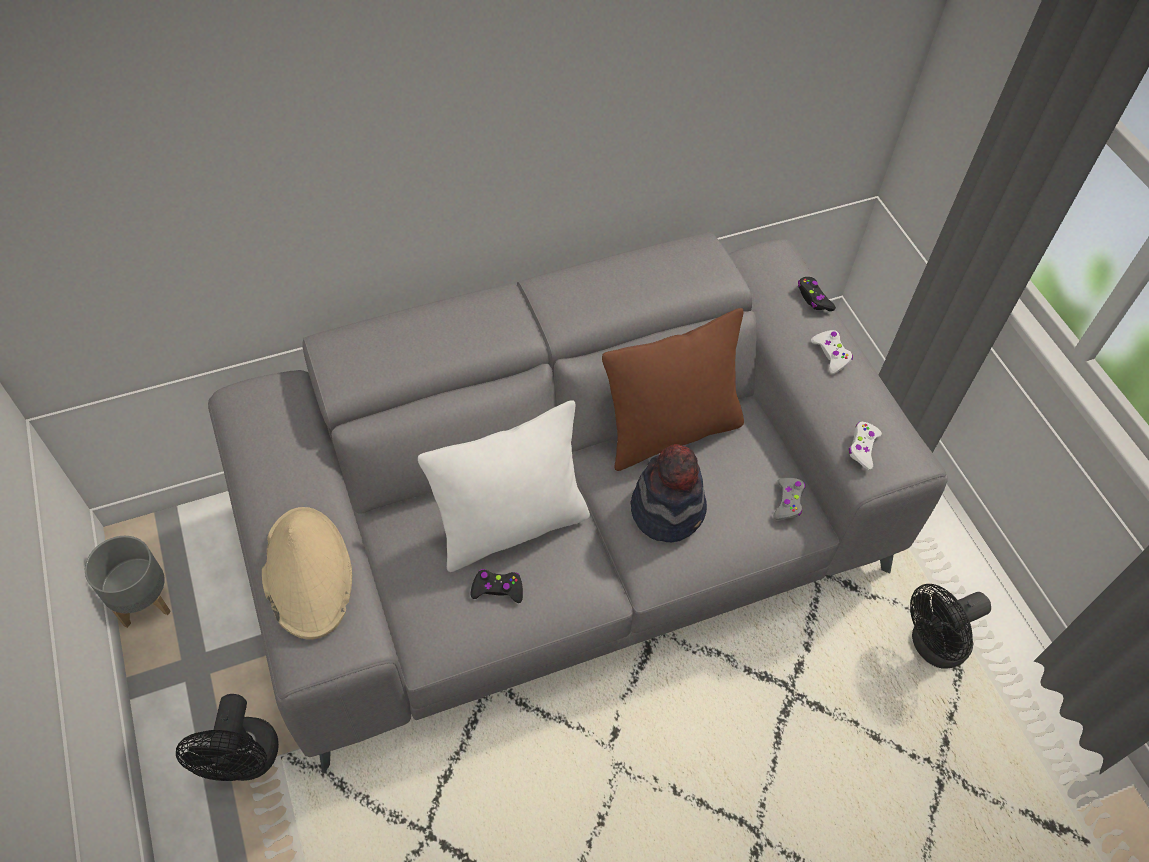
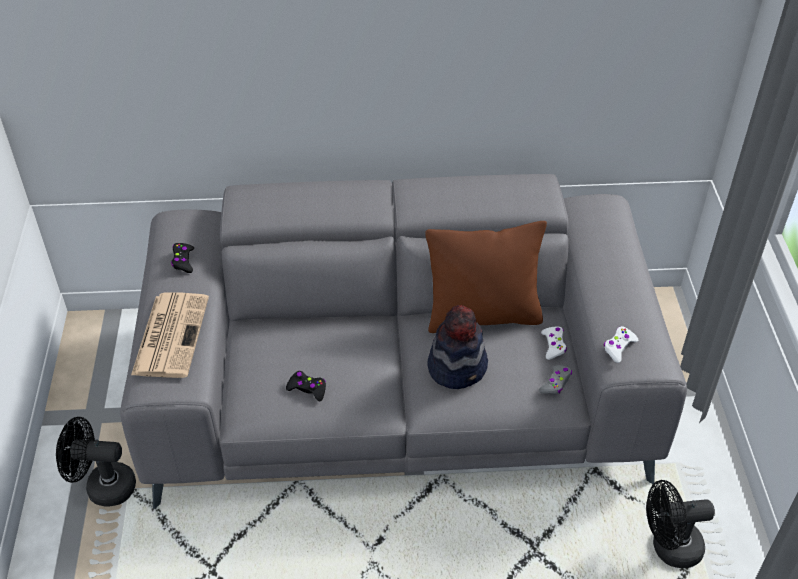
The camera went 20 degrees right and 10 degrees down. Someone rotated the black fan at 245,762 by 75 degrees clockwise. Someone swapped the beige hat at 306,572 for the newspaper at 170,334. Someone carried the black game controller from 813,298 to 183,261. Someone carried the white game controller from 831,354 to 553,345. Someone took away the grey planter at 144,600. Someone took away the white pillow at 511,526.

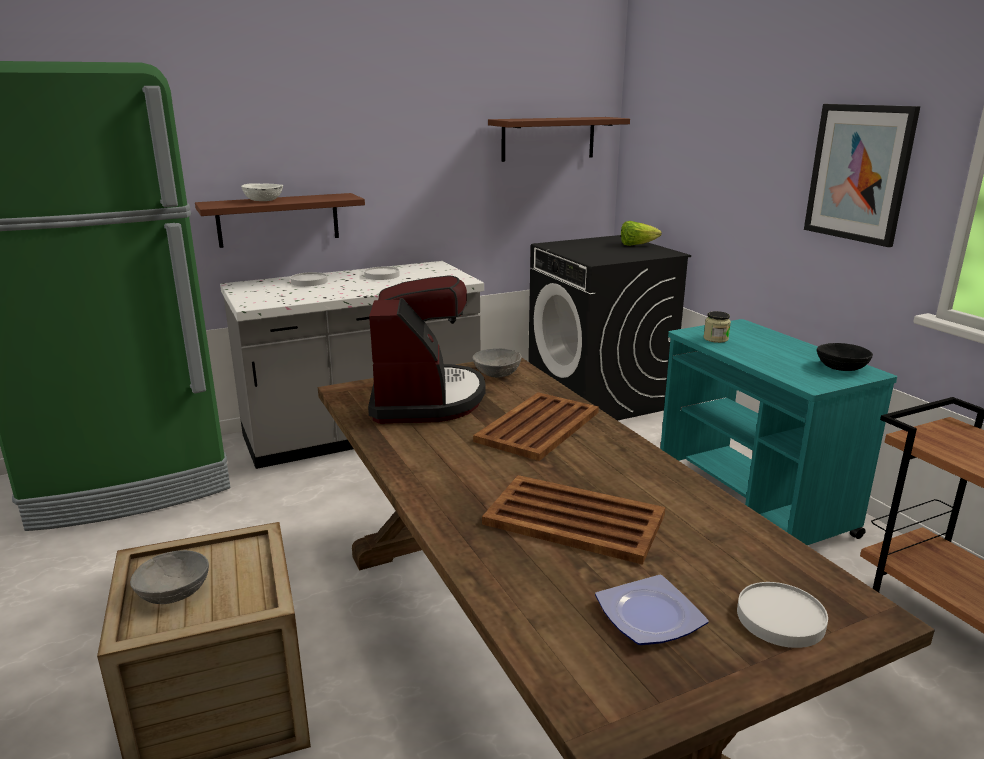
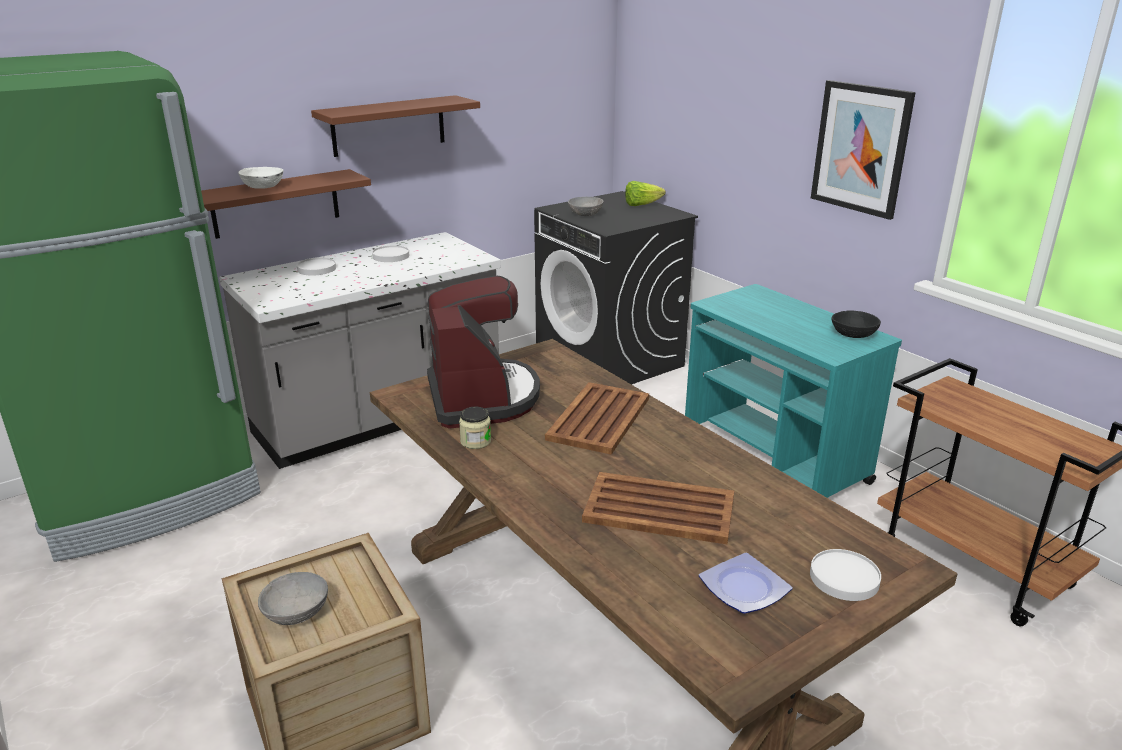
The camera went 10 degrees left and 5 degrees up. Someone carried the brown shelf from 548,138 to 388,126. Someone carried the jar from 715,339 to 475,441. Someone carried the grey bowl from 497,373 to 585,214.

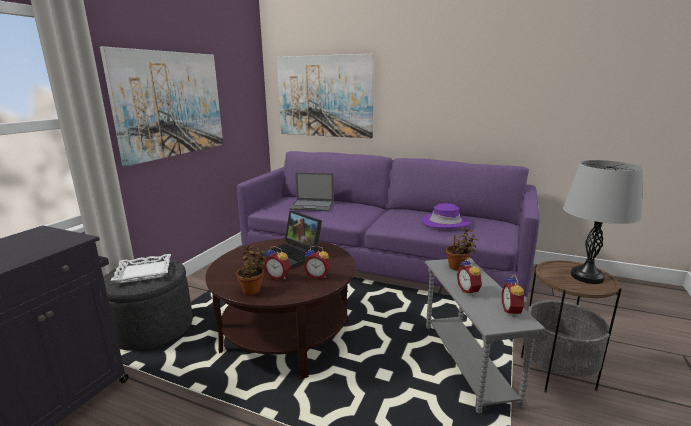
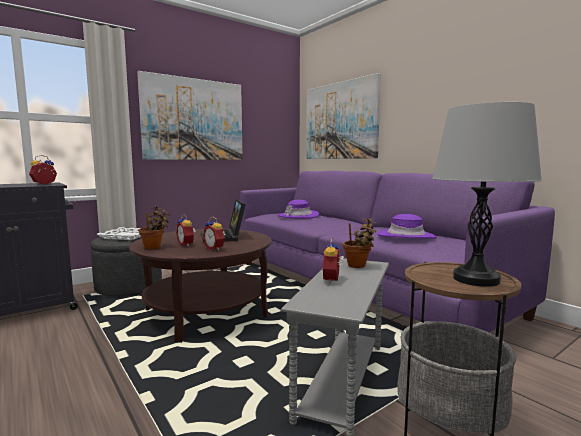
The camera went 30 degrees right and 10 degrees down. Someone carried the alarm clock from 512,311 to 45,184. Someone swapped the laptop at 312,205 for the purple hat at 298,216.

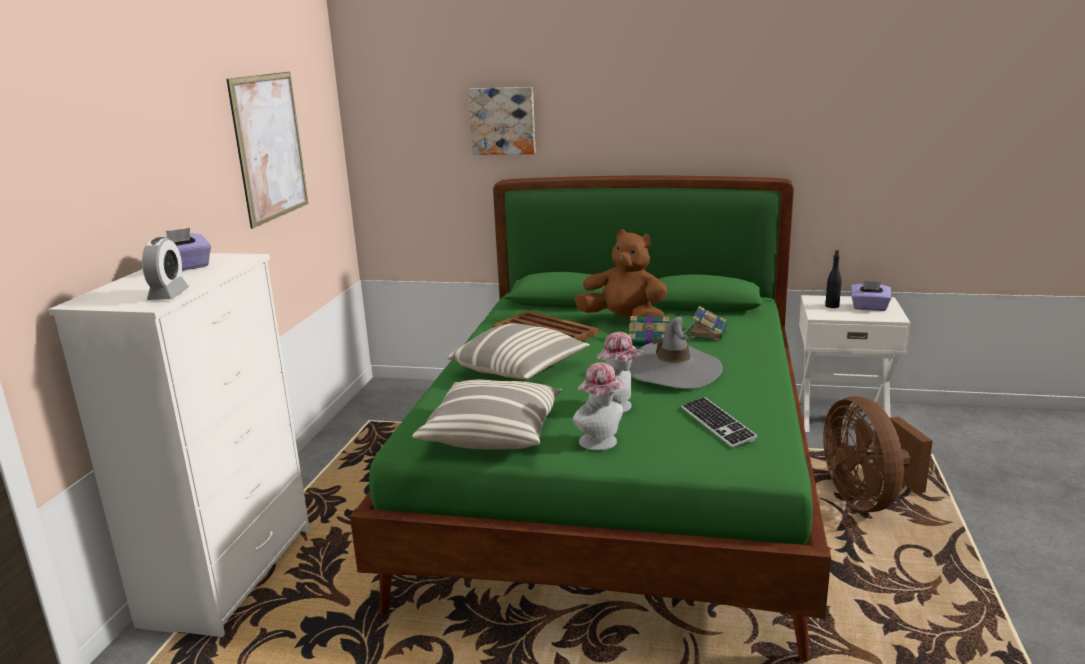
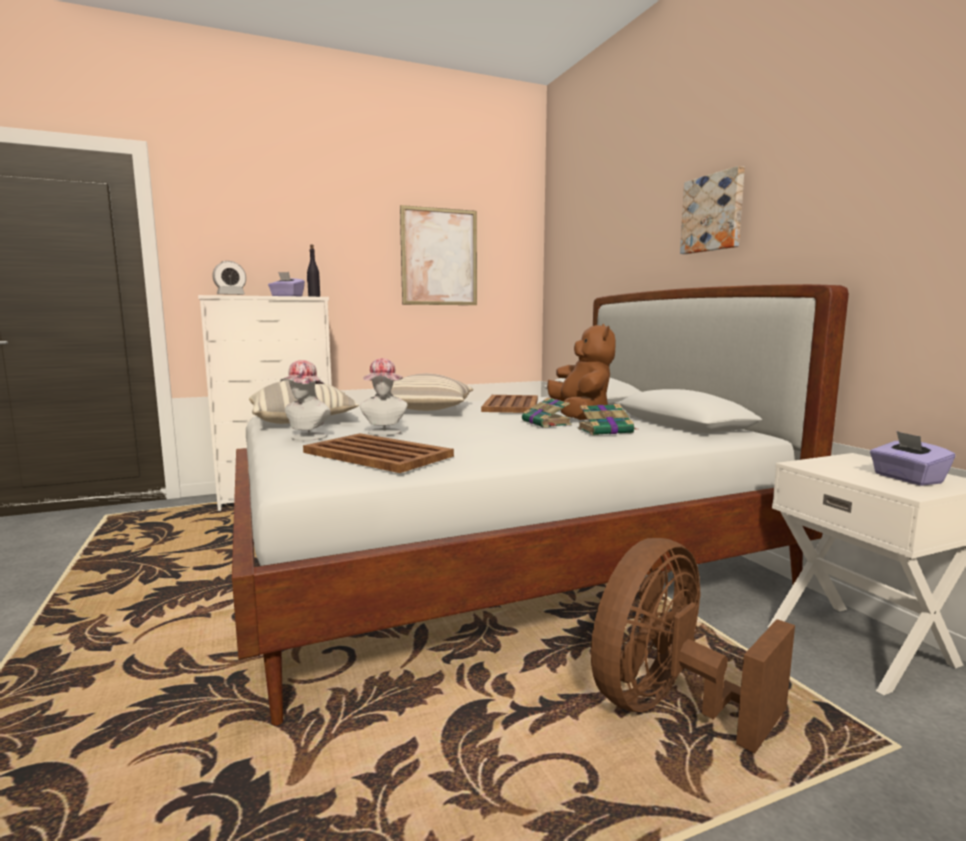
The camera went 55 degrees right and 10 degrees down. Someone repainted the green bed at 618,488, which became the white bed at 498,563. Someone swapped the keyboard at 717,424 for the brown tray at 378,454. Someone carried the black bottle from 832,306 to 314,296. Someone carried the picture from 503,120 to 713,213. Someone took away the grey hat at 675,371.

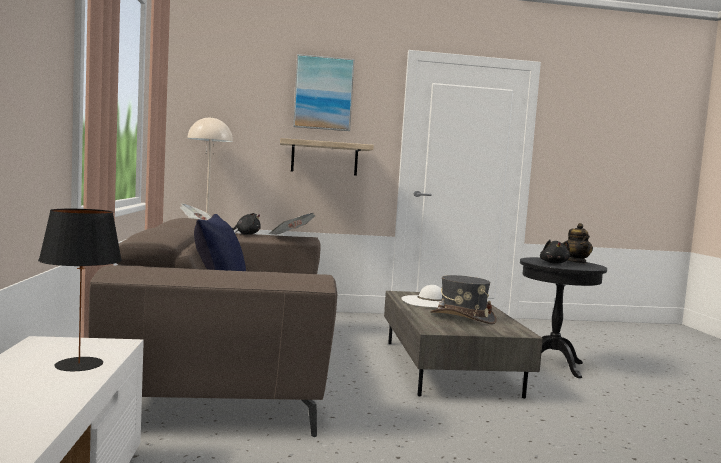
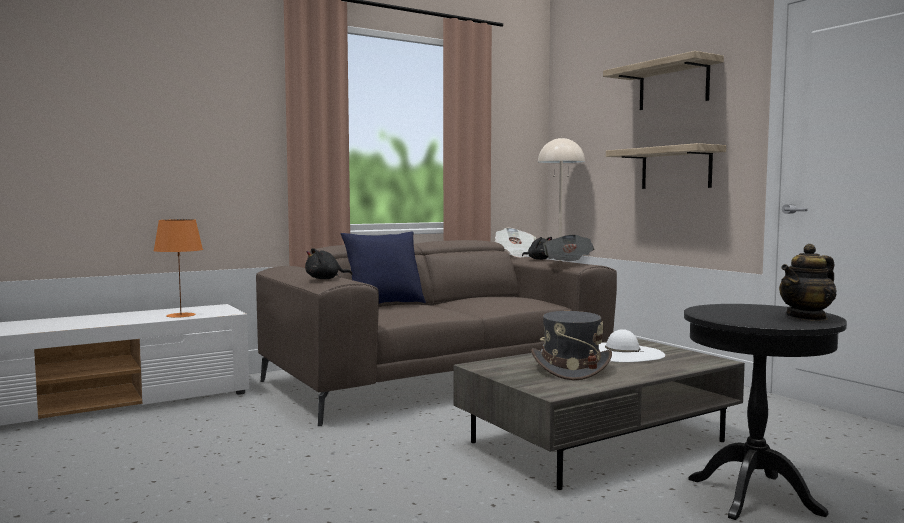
The camera went 65 degrees right and 0 degrees up. Someone repainted the black table lamp at 79,364, which became the orange table lamp at 181,315. Someone carried the black plush toy from 553,263 to 325,279. Someone swapped the picture at 323,93 for the shelf at 673,85.

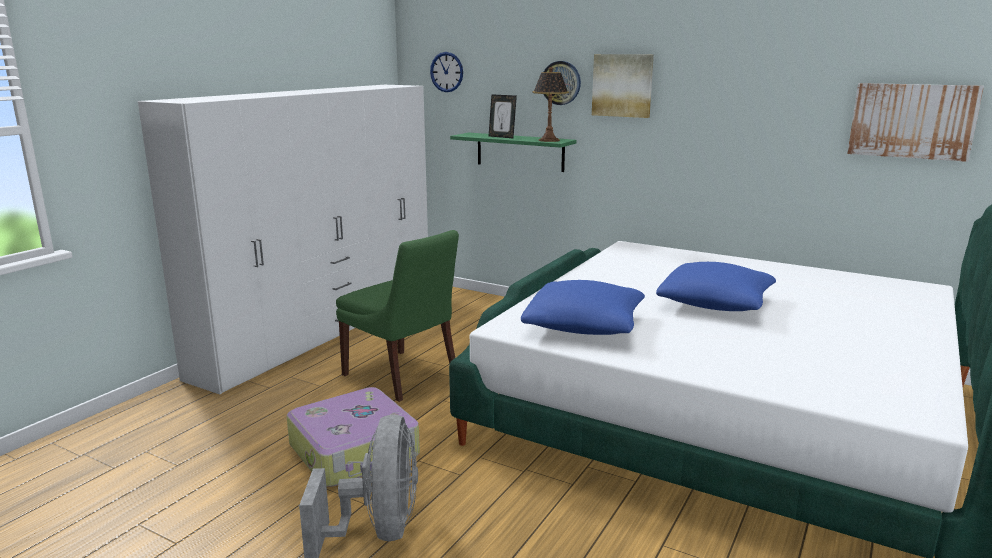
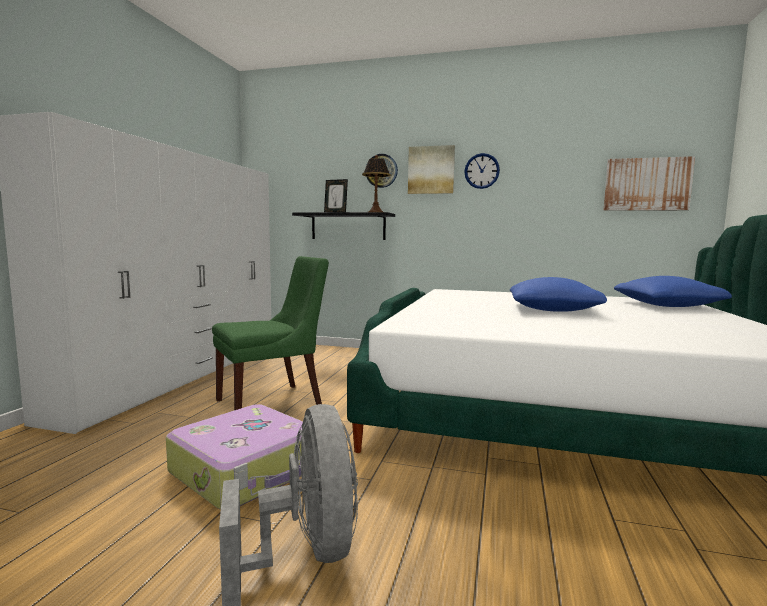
The camera went 15 degrees left and 10 degrees down. Someone rotated the green chair at 403,376 by 60 degrees counterclockwise. Someone repainted the green shelf at 520,152, which became the black shelf at 348,226. Someone carried the wall clock from 446,72 to 482,171. Someone carried the blue pillow from 584,326 to 667,306.

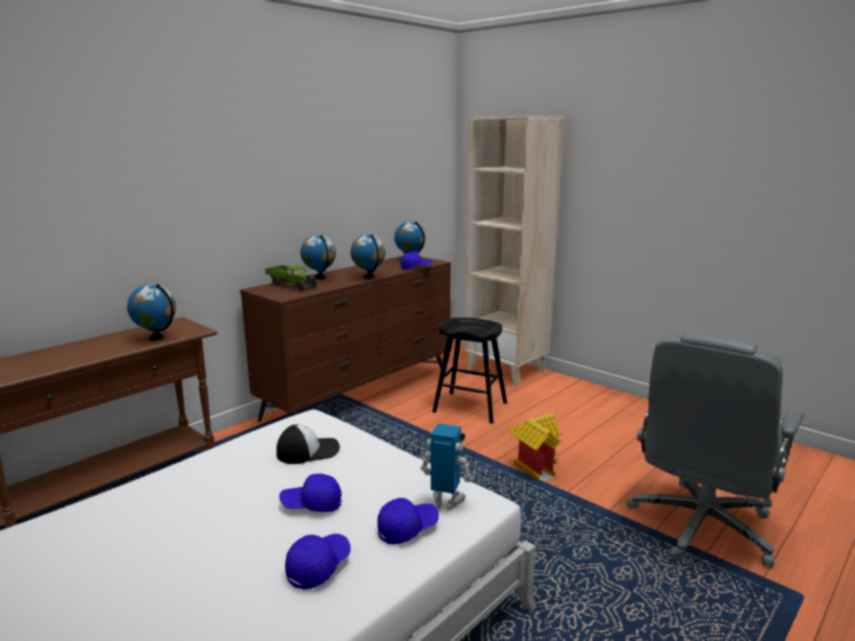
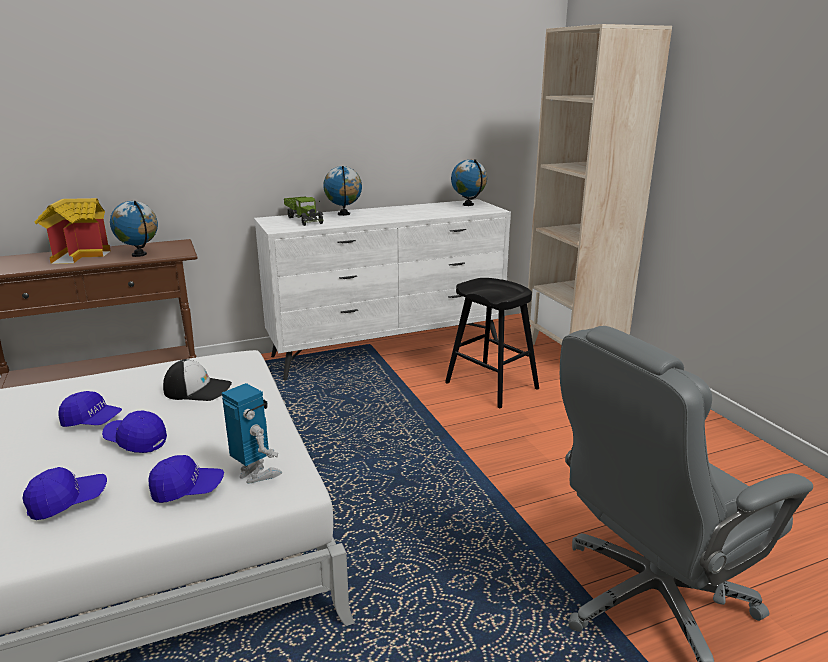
The camera went 25 degrees right and 5 degrees up. Someone carried the toy house from 534,466 to 80,255. Someone carried the blue cap from 416,267 to 92,421. Someone repainted the brown dresser at 361,395, which became the white dresser at 388,350. Someone took away the globe at 369,277.

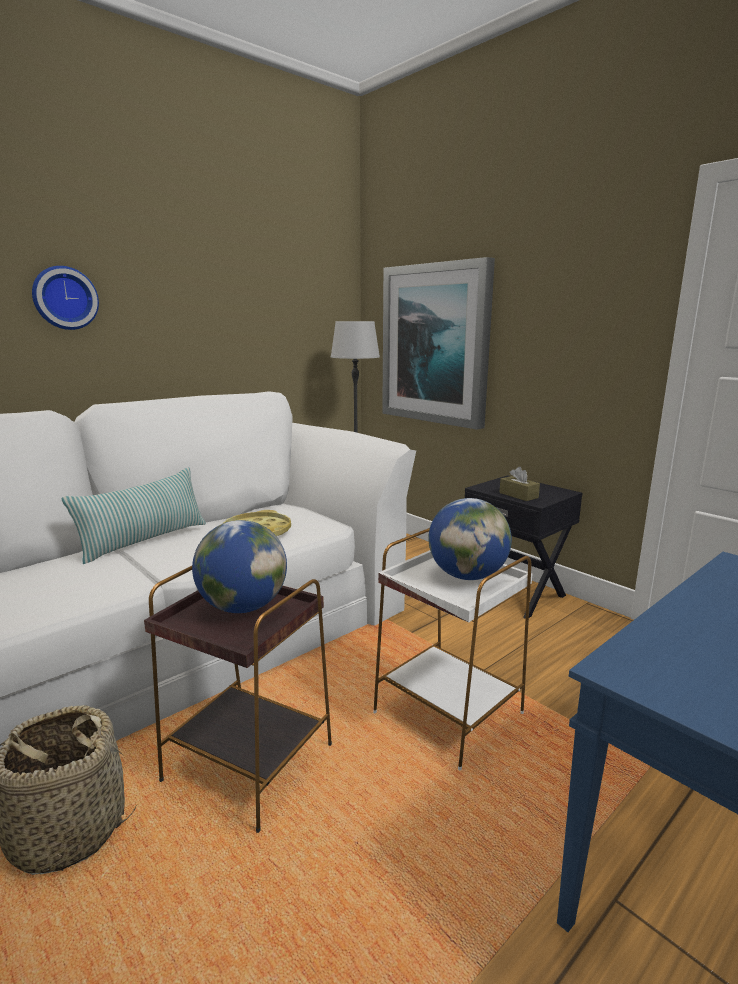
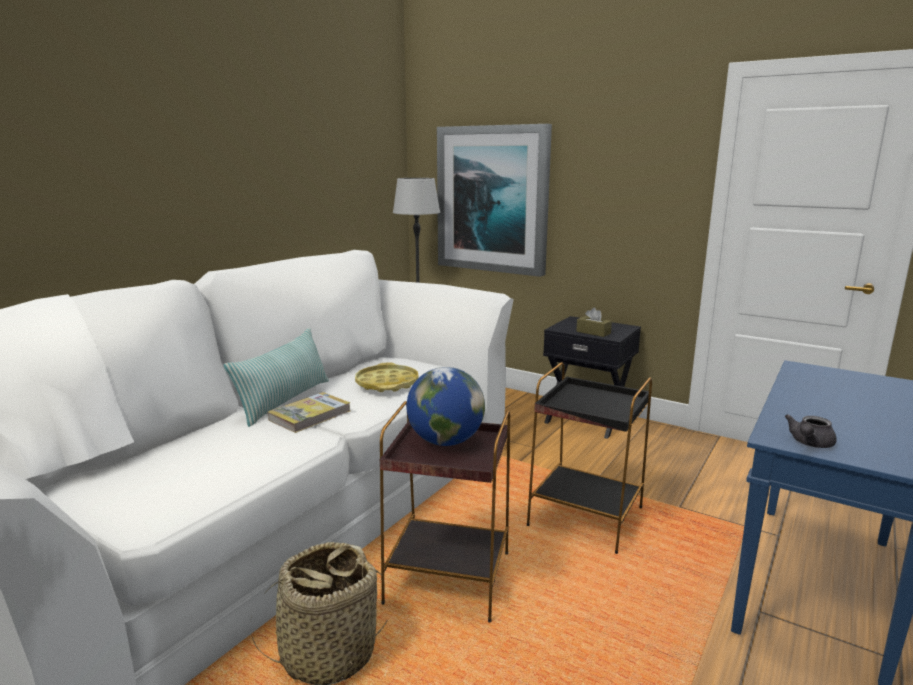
The camera went 15 degrees left and 0 degrees up. Someone put down the book at 310,415. Someone repainted the white side table at 447,712, which became the black side table at 584,516. Someone put down the grey teapot at 809,443. Someone took away the wall clock at 64,298. Someone took away the globe at 467,576.

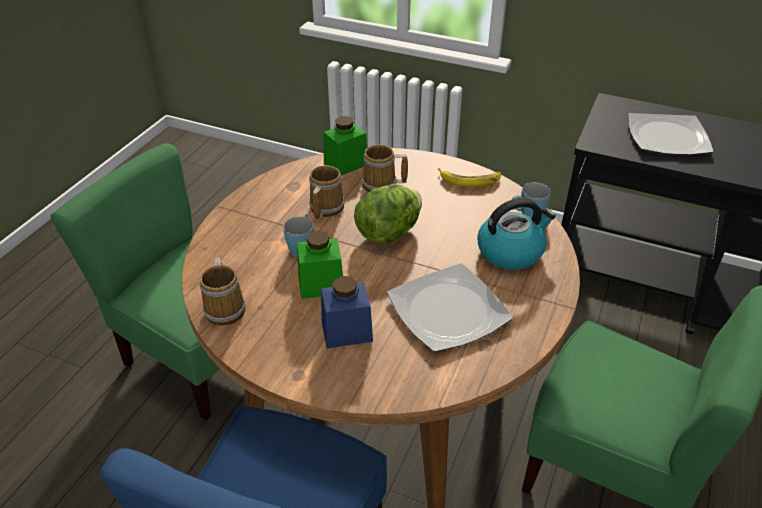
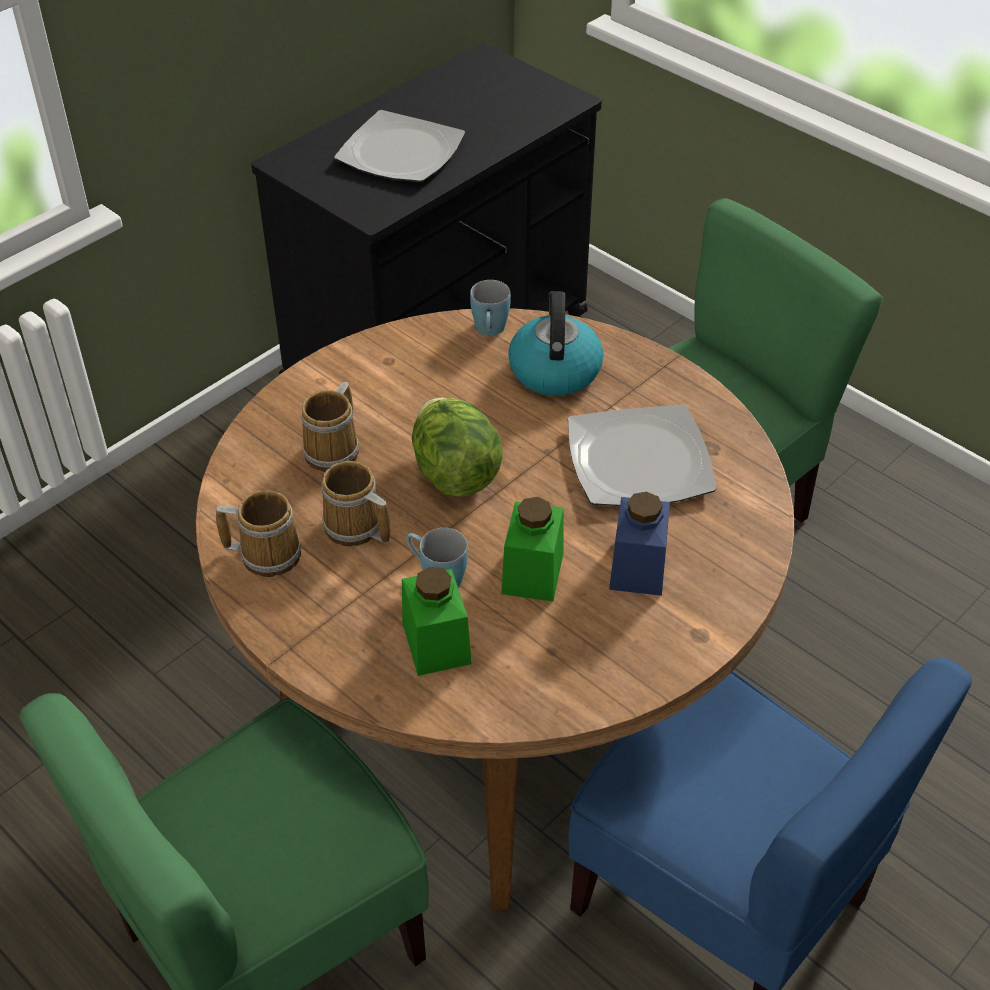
The camera went 70 degrees left and 5 degrees up. Someone carried the mug from 226,308 to 267,553. Someone carried the green jar from 346,164 to 436,643. Someone took away the banana at 470,180.

